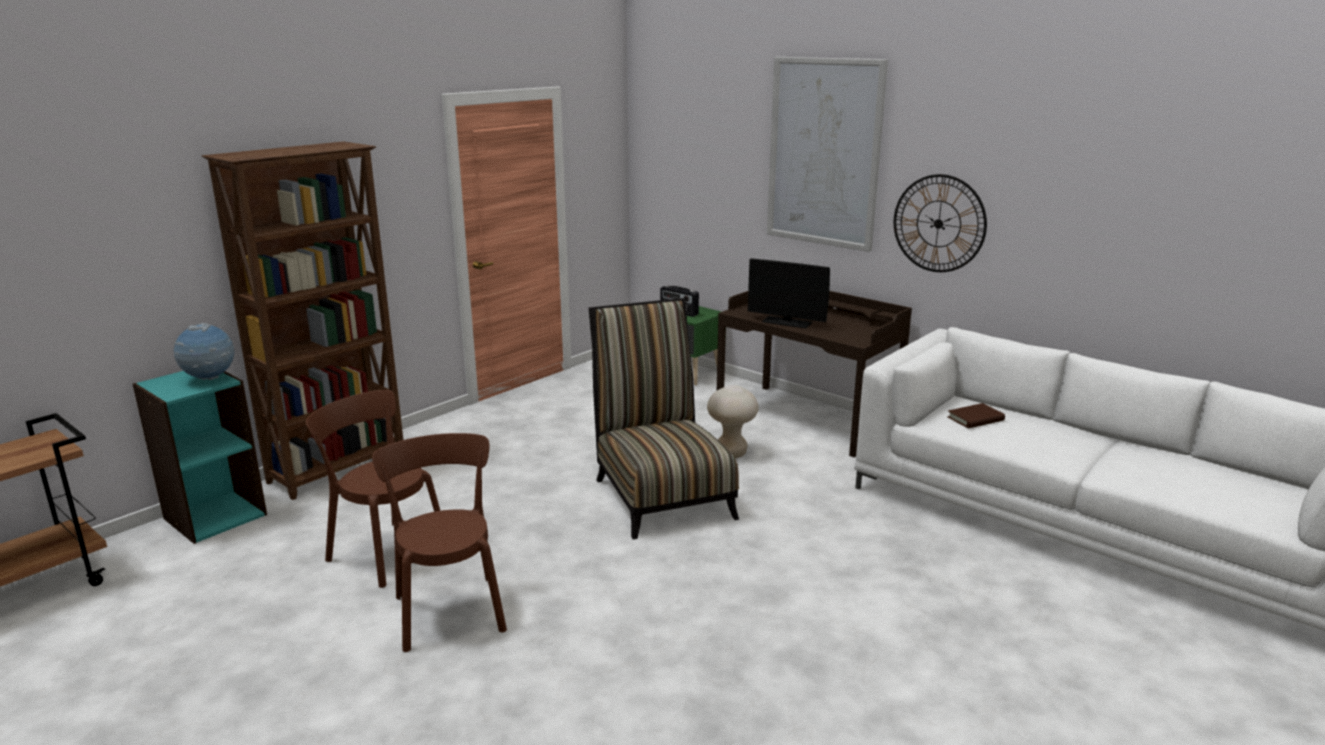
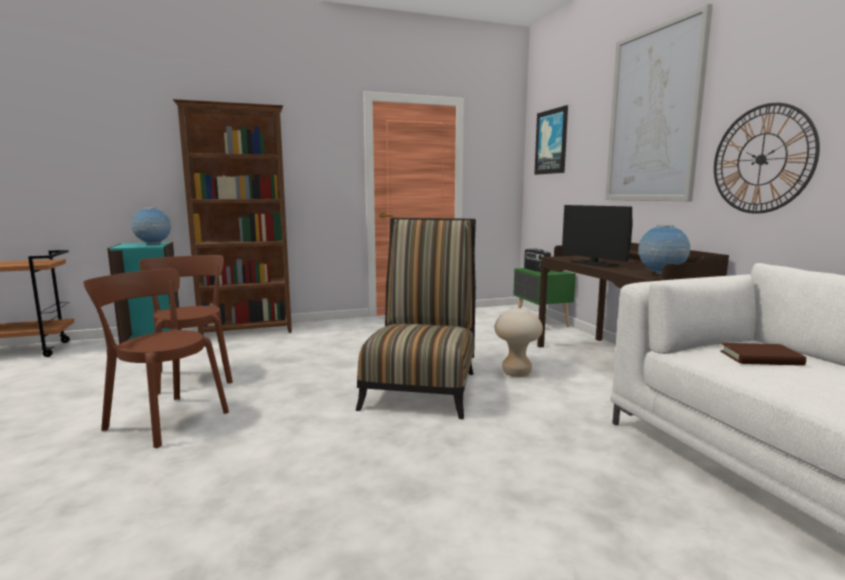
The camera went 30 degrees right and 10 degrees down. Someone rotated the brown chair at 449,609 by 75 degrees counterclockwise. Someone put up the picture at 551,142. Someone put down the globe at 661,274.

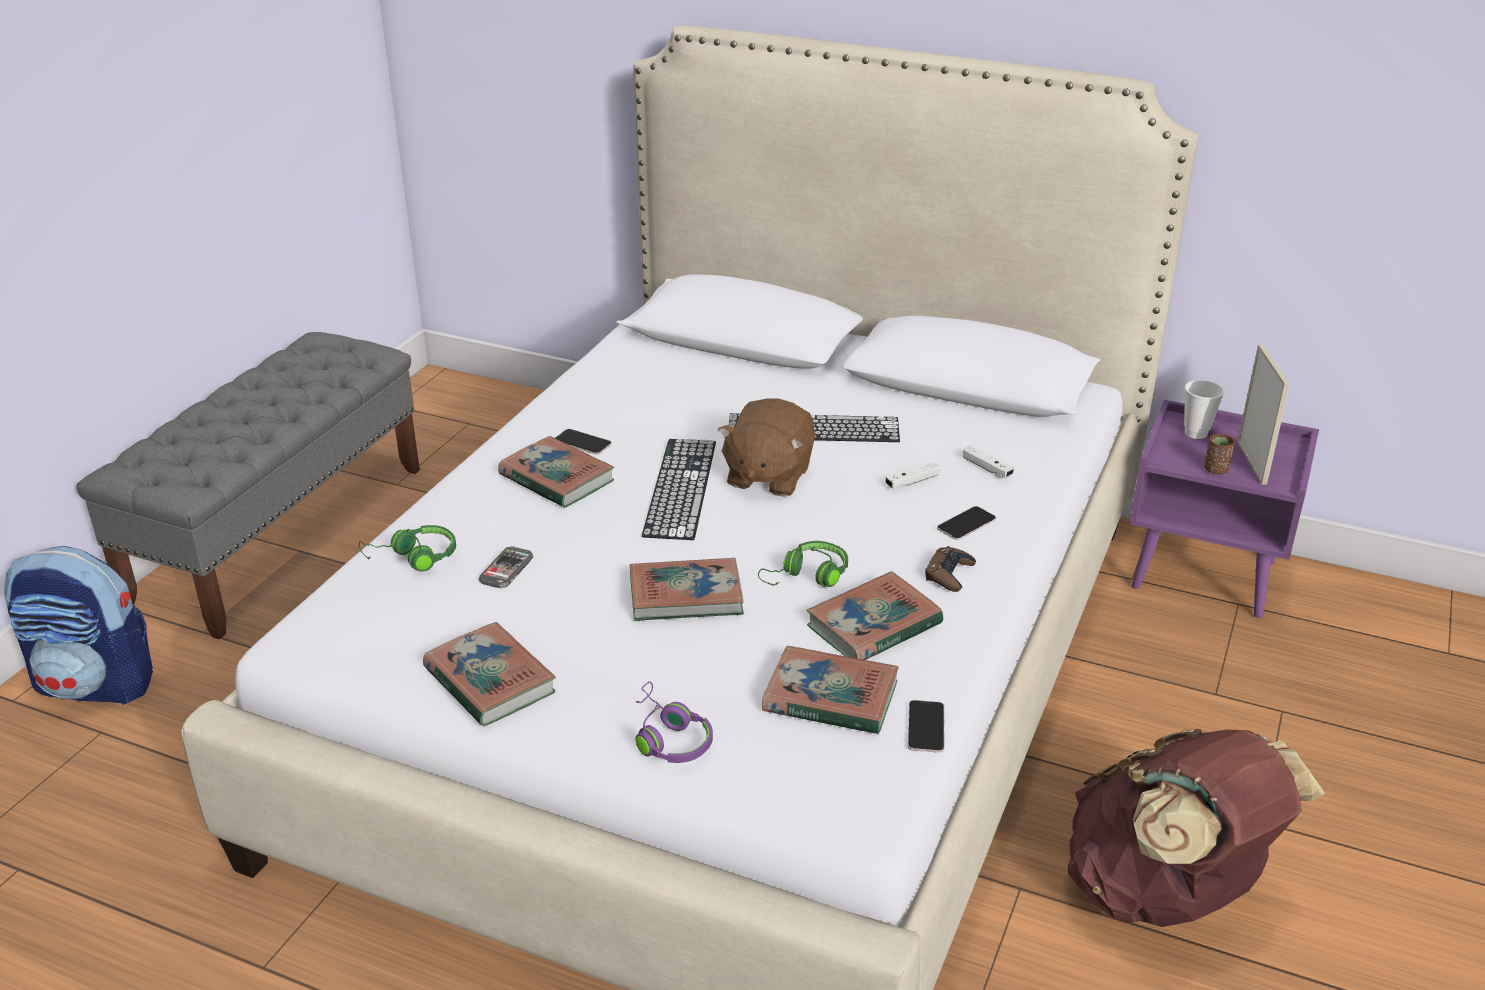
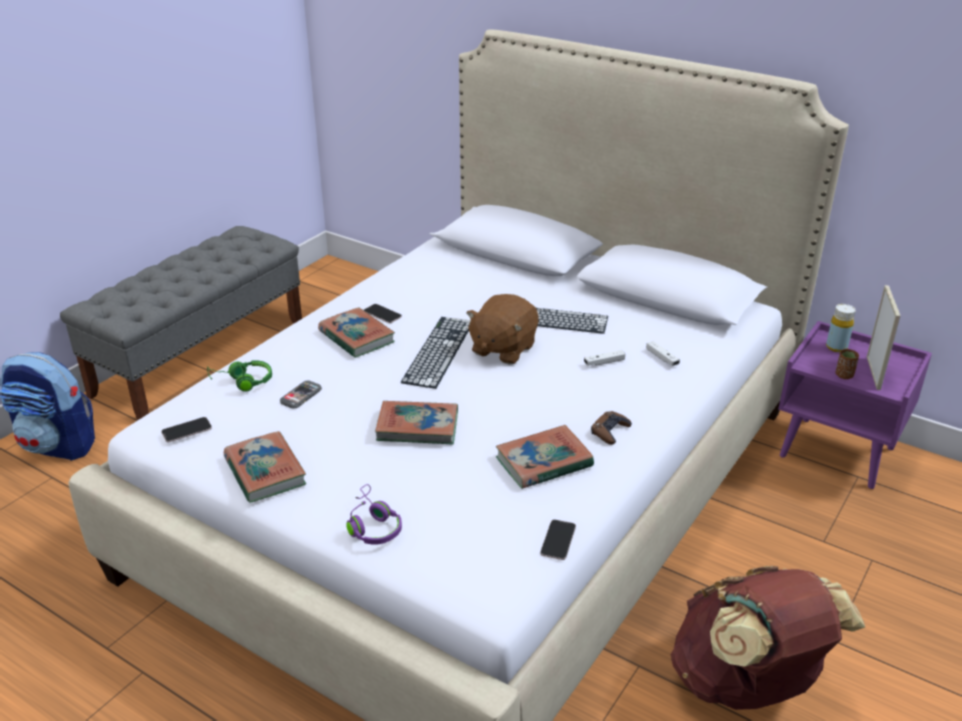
The camera went 10 degrees right and 0 degrees up. Someone carried the phone from 966,524 to 186,430. Someone swapped the cup at 1196,433 for the yellow bottle at 836,347. Someone took away the green headphones at 807,576. Someone took away the book at 830,697.

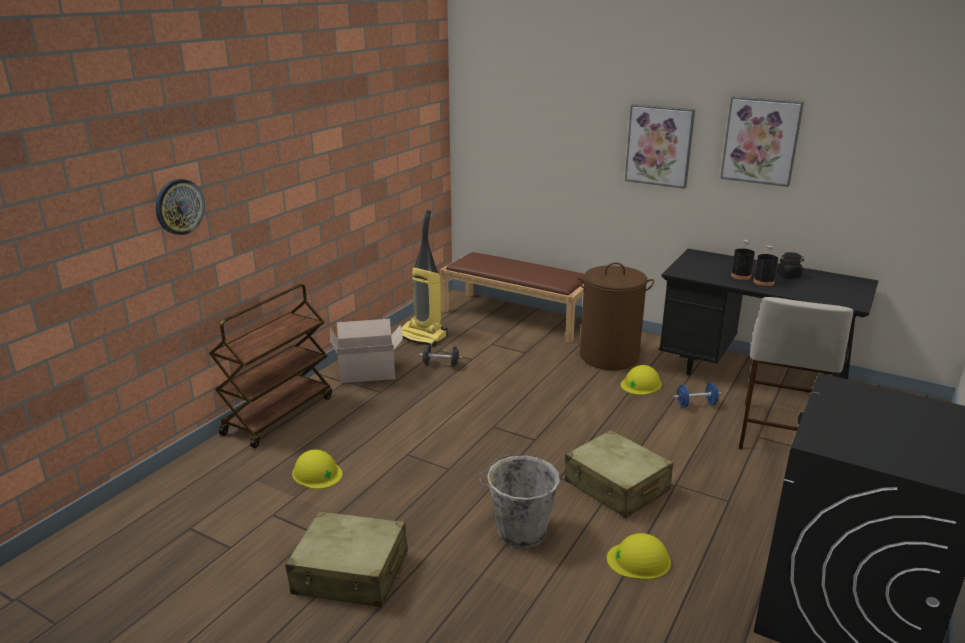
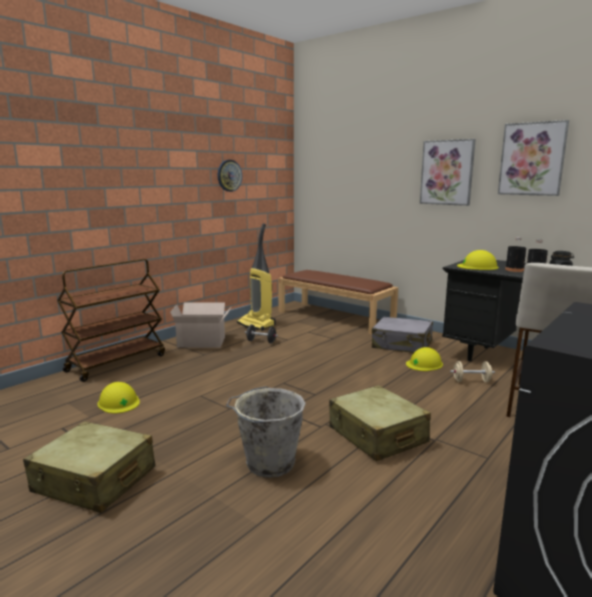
The camera went 10 degrees right and 10 degrees down. Someone carried the wall clock from 179,206 to 229,175. Someone swapped the brown laundry basket at 609,356 for the grey suitcase at 402,345. Someone repainted the blue dumbbell at 696,404, which became the beige dumbbell at 471,381. Someone carried the yellow hard hat from 639,560 to 477,266.

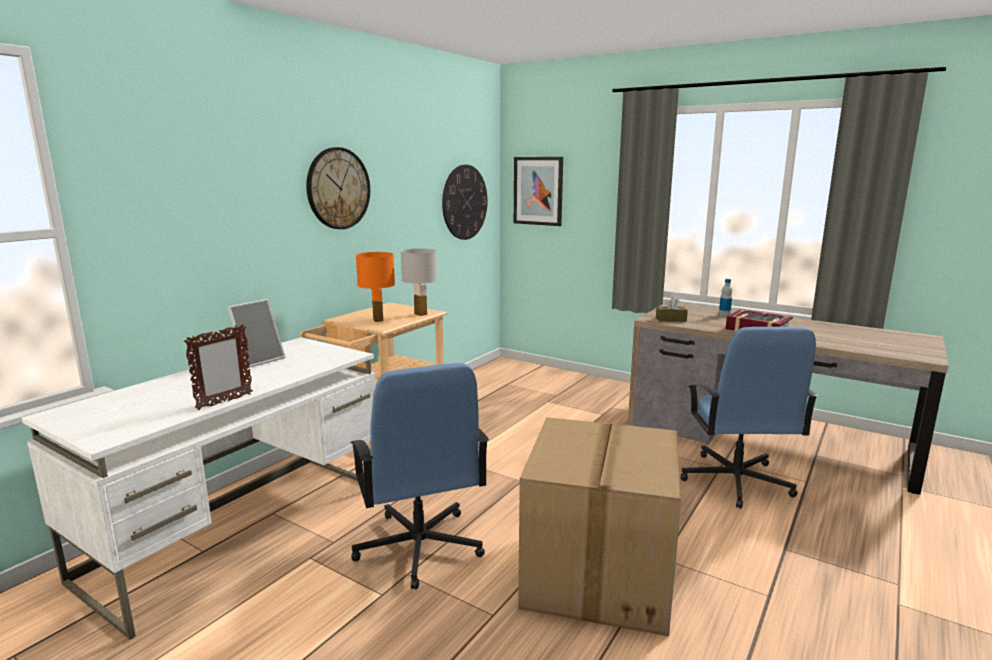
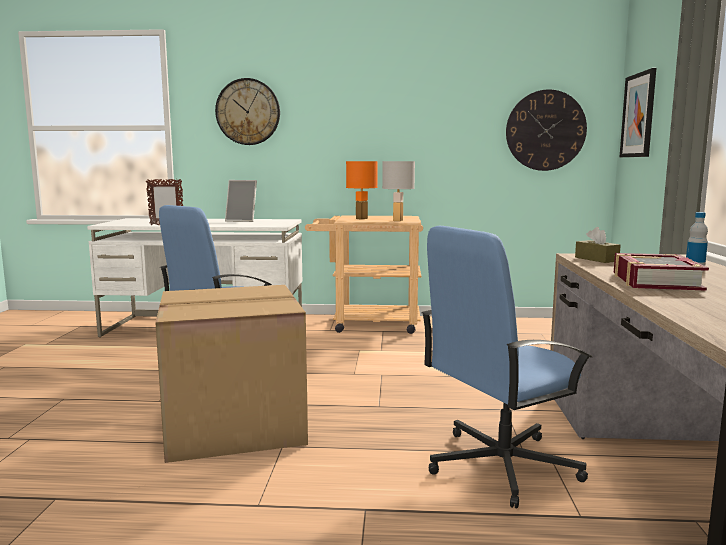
The camera went 60 degrees right and 5 degrees down. Someone carried the wall clock from 338,188 to 248,112.

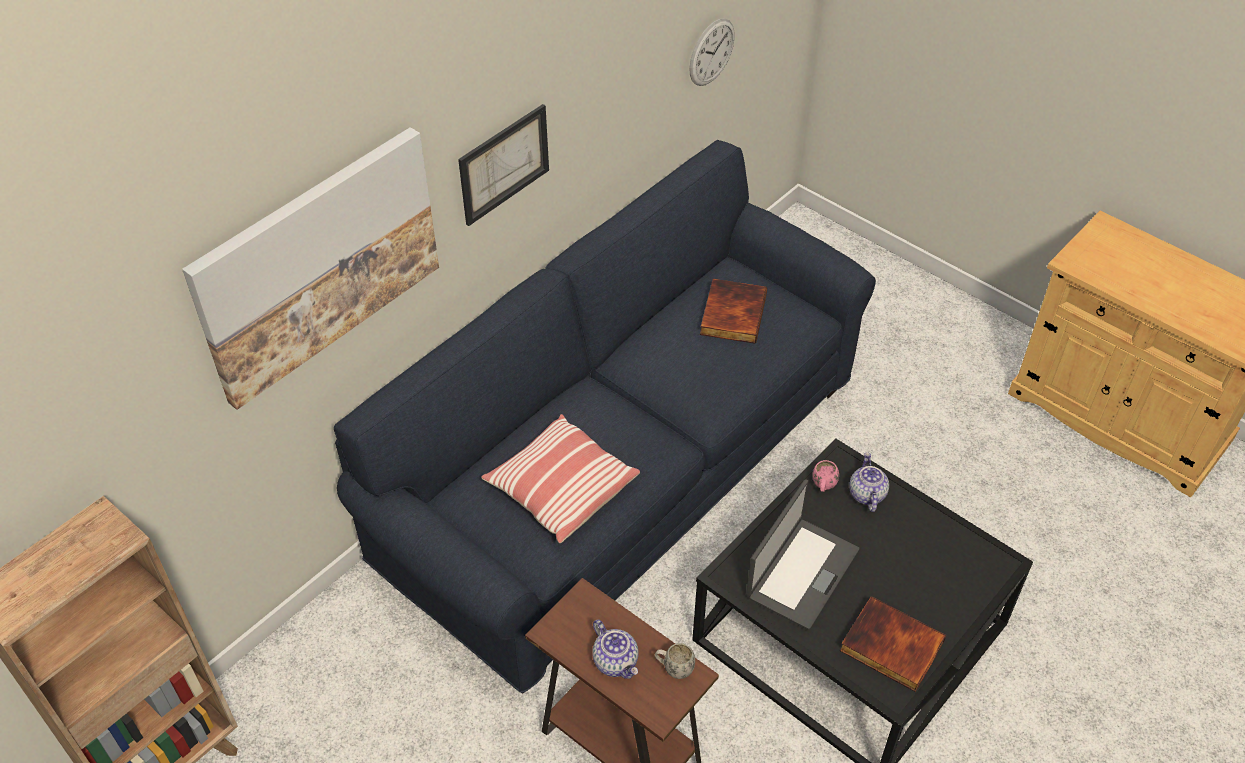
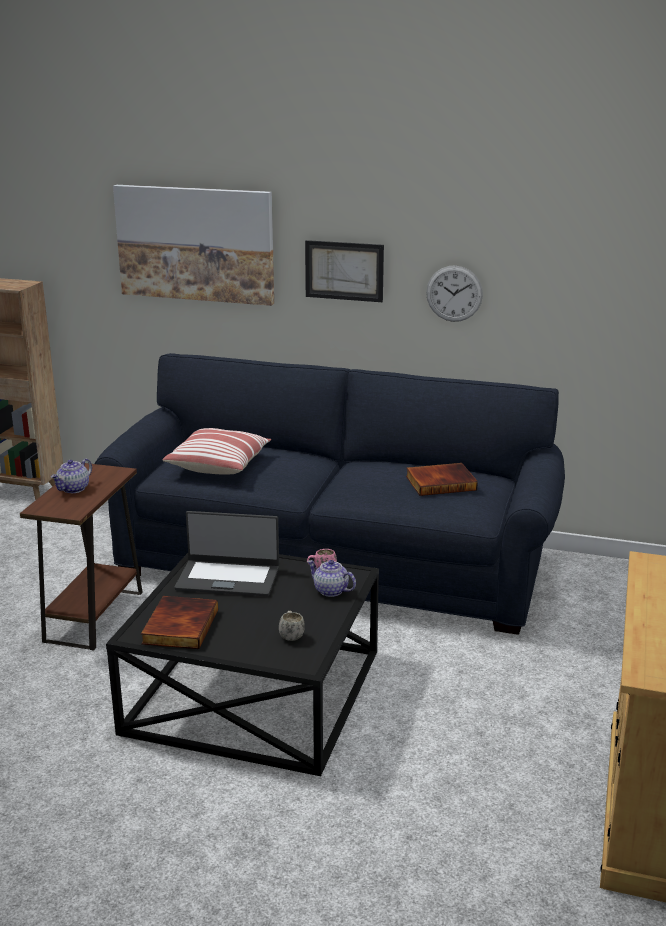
The camera went 65 degrees right and 25 degrees down. Someone carried the white mug from 674,668 to 291,635. Someone rotated the teapot at 866,494 by 120 degrees counterclockwise. Someone carried the wall clock from 711,52 to 454,293.

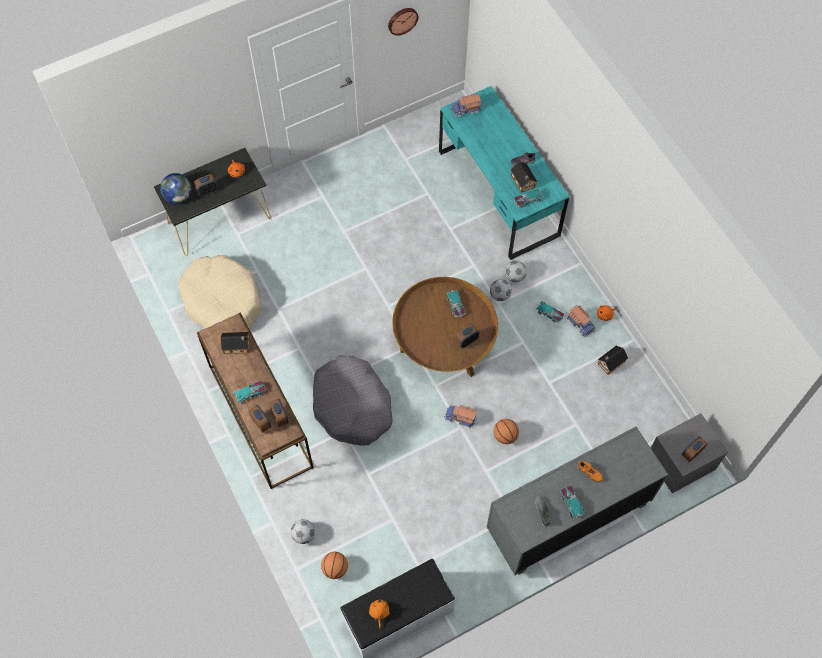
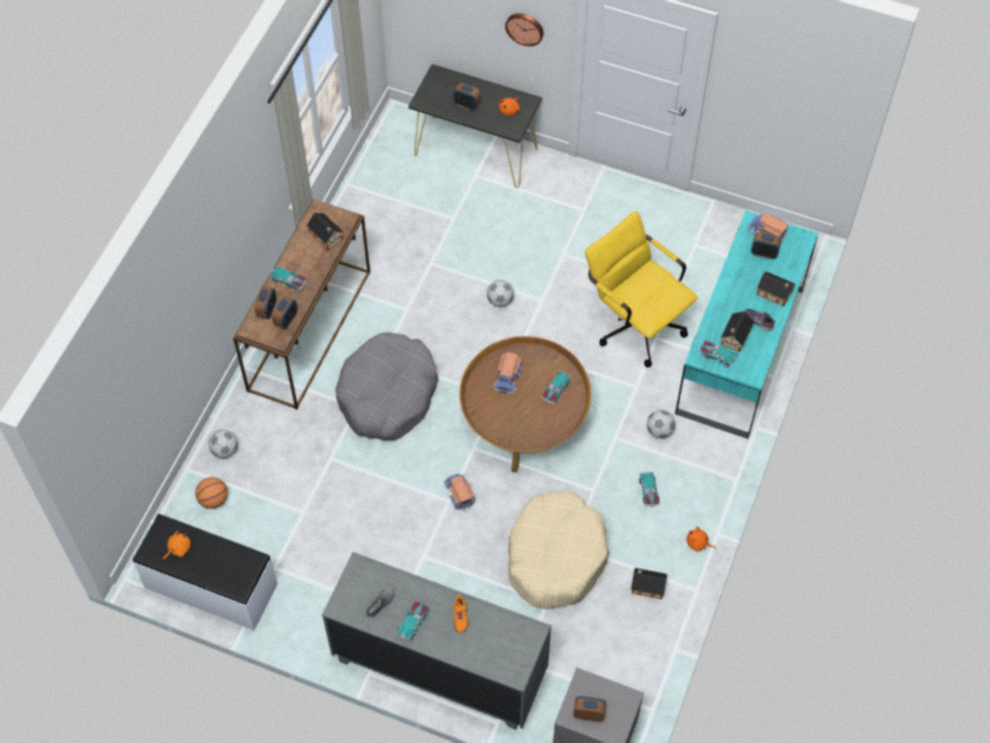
The camera went 50 degrees right and 5 degrees down. Someone carried the football from 500,295 to 500,301. Someone carried the toy truck from 581,323 to 508,378. Someone carried the wall clock from 402,20 to 525,28. Someone carried the beige dog bed from 222,301 to 555,556. Someone put down the yellow office chair at 635,323. Someone carried the alarm clock from 467,341 to 764,253. Someone put down the toy house at 775,294. Someone took away the globe at 178,197. Someone took away the basketball at 505,436.

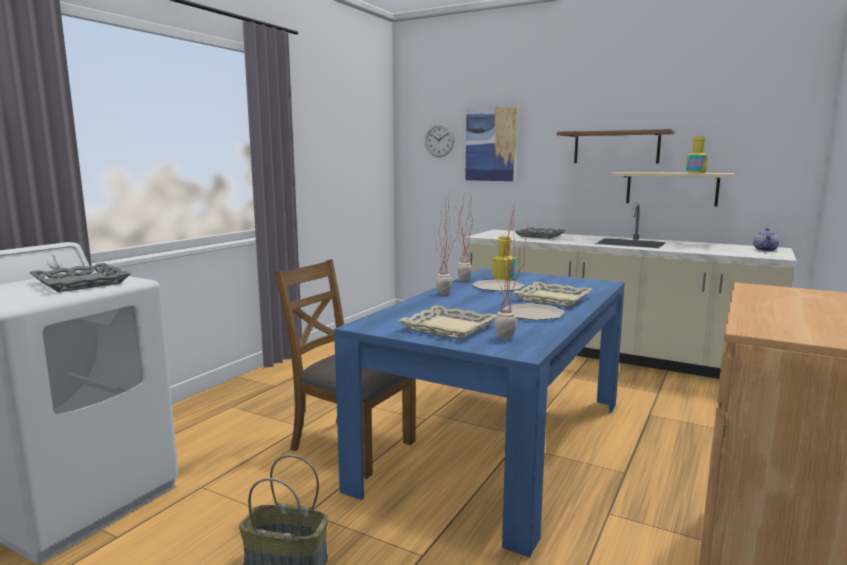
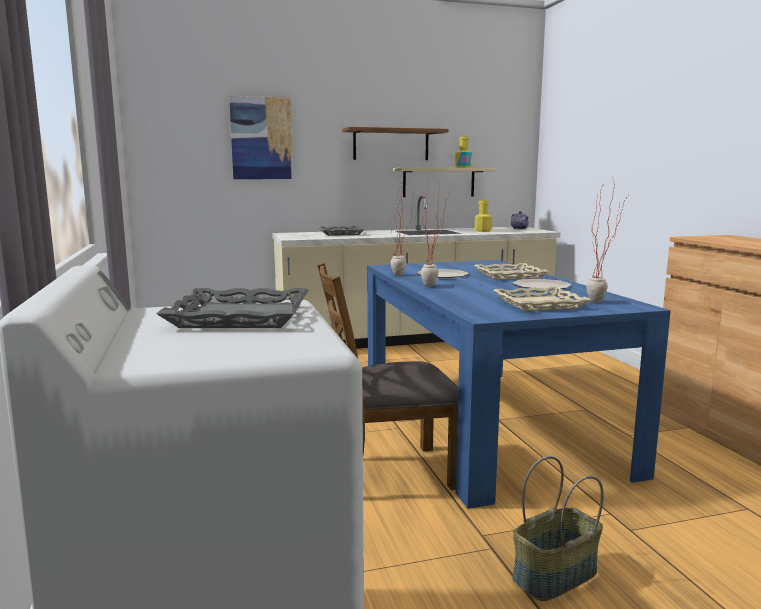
The camera went 45 degrees left and 0 degrees up. Someone carried the yellow bottle from 503,278 to 482,231. Someone took away the wall clock at 439,140.

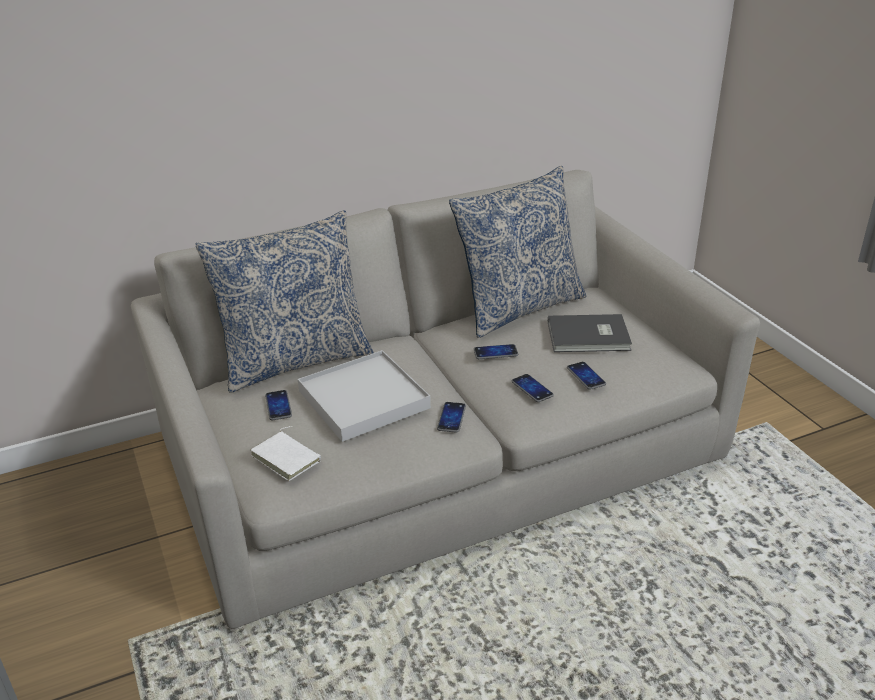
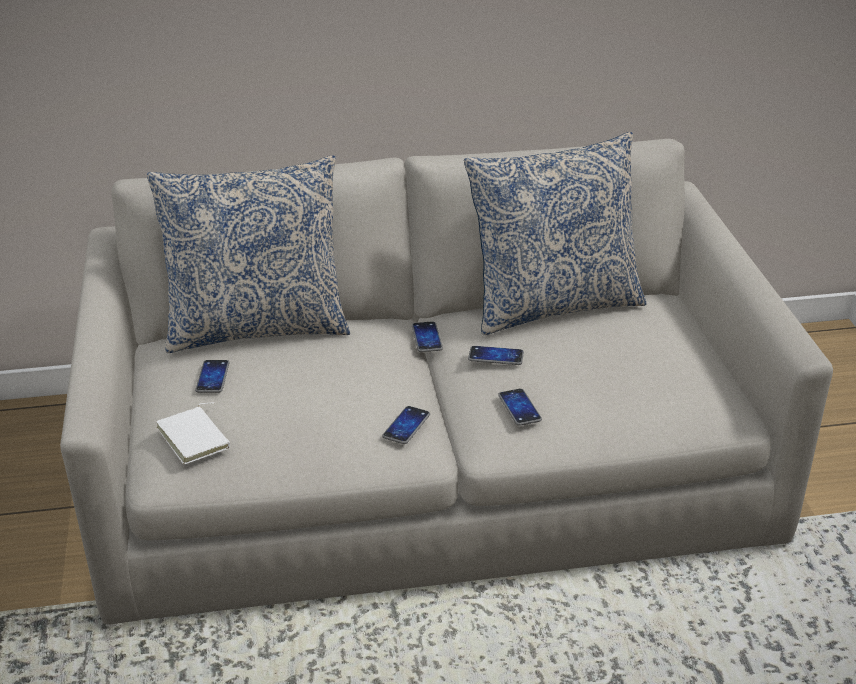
The camera went 15 degrees right and 0 degrees up. Someone carried the phone from 586,376 to 427,338. Someone took away the white tray at 364,399. Someone took away the grey book at 589,337.

